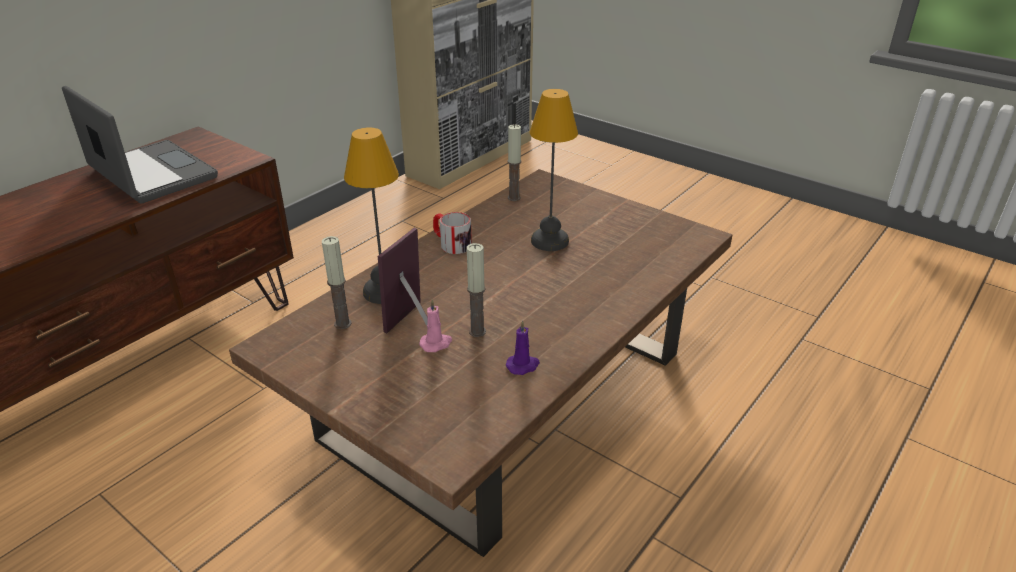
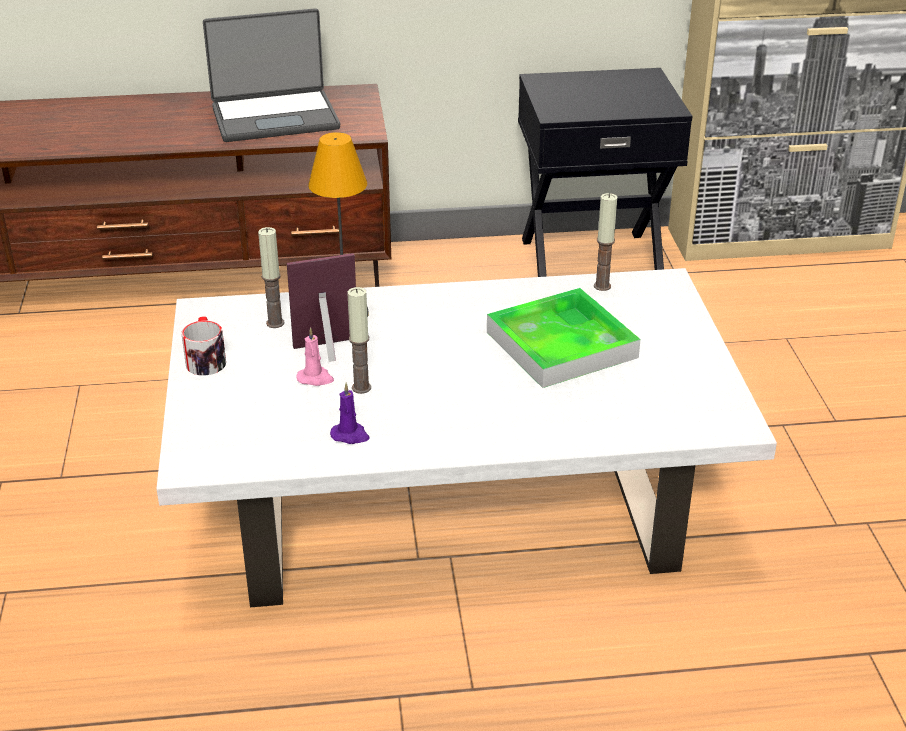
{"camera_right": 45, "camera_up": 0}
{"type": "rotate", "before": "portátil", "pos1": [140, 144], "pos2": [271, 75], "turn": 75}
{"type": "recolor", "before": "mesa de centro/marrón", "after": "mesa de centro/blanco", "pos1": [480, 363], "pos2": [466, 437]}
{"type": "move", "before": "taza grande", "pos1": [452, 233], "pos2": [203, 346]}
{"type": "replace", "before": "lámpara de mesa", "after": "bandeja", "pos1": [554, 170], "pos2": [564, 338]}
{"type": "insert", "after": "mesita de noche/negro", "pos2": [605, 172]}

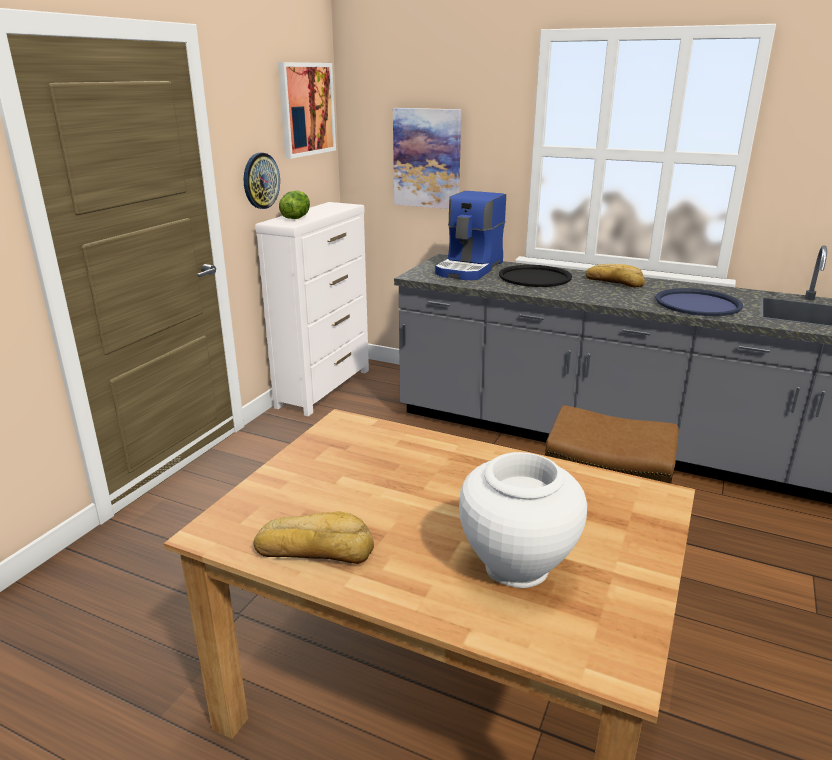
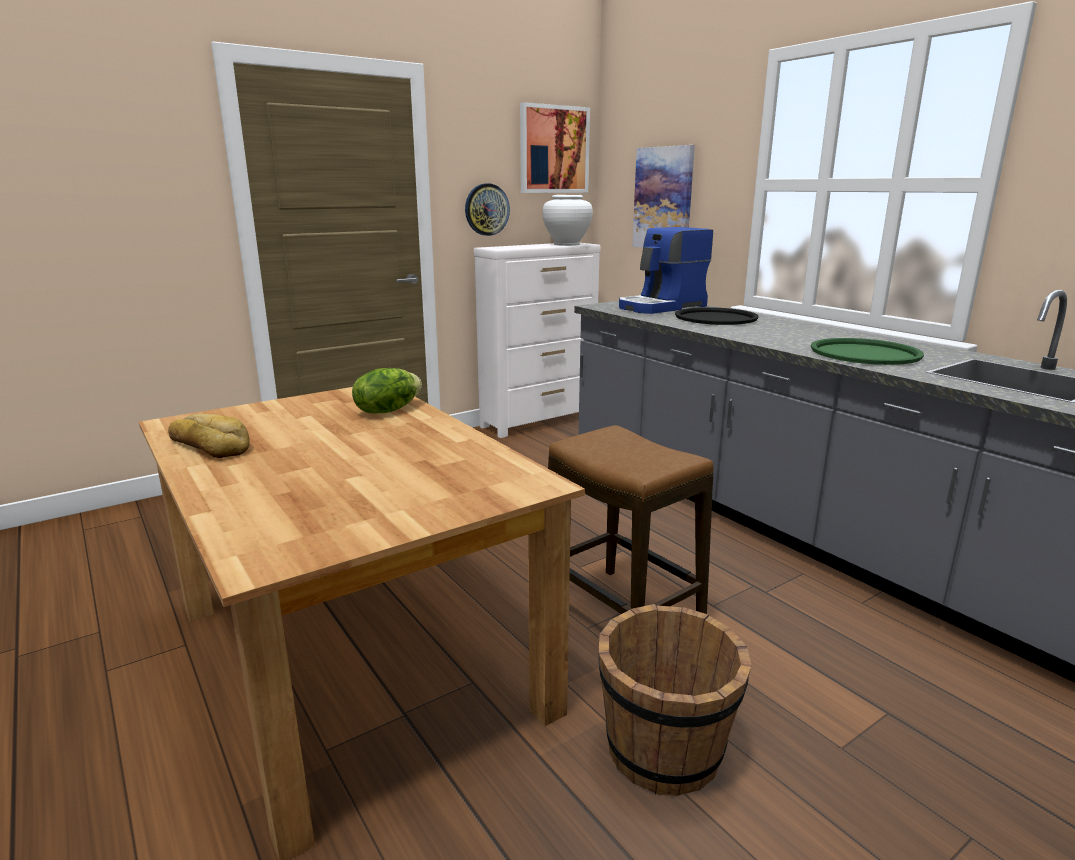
{"camera_right": 30, "camera_up": -5}
{"type": "move", "before": "lechuga", "pos1": [294, 205], "pos2": [387, 391]}
{"type": "move", "before": "florero/blanco", "pos1": [523, 520], "pos2": [567, 220]}
{"type": "delete", "before": "pan", "pos1": [615, 276]}
{"type": "recolor", "before": "bandeja/azul", "after": "bandeja/verde", "pos1": [699, 302], "pos2": [867, 351]}
{"type": "insert", "after": "cubo/marrón", "pos2": [675, 700]}

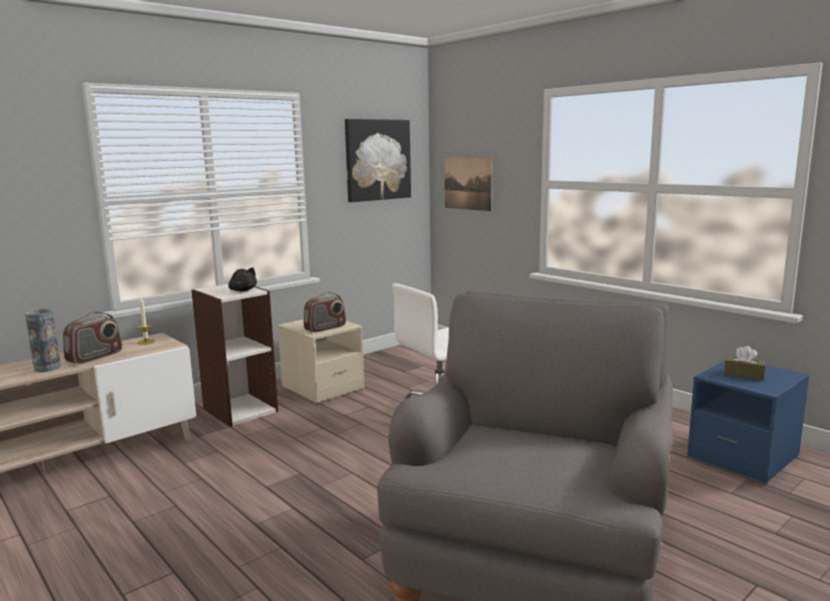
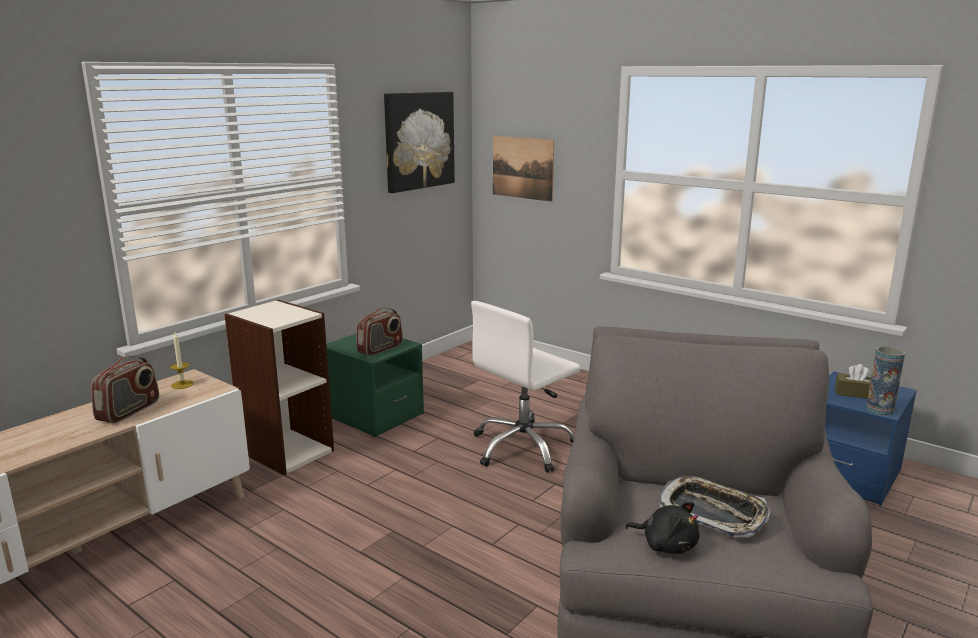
{"camera_right": -10, "camera_up": 5}
{"type": "move", "before": "florero", "pos1": [43, 340], "pos2": [885, 381]}
{"type": "move", "before": "peluche/negro", "pos1": [242, 279], "pos2": [662, 528]}
{"type": "recolor", "before": "mesita de noche/beis", "after": "mesita de noche/verde", "pos1": [321, 361], "pos2": [375, 385]}
{"type": "insert", "after": "bandeja", "pos2": [715, 506]}

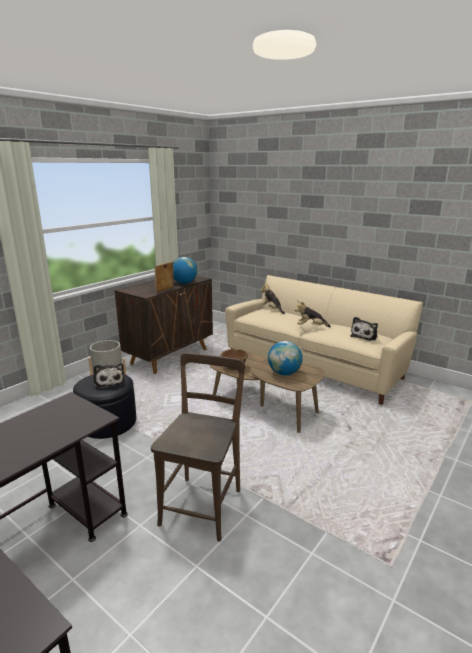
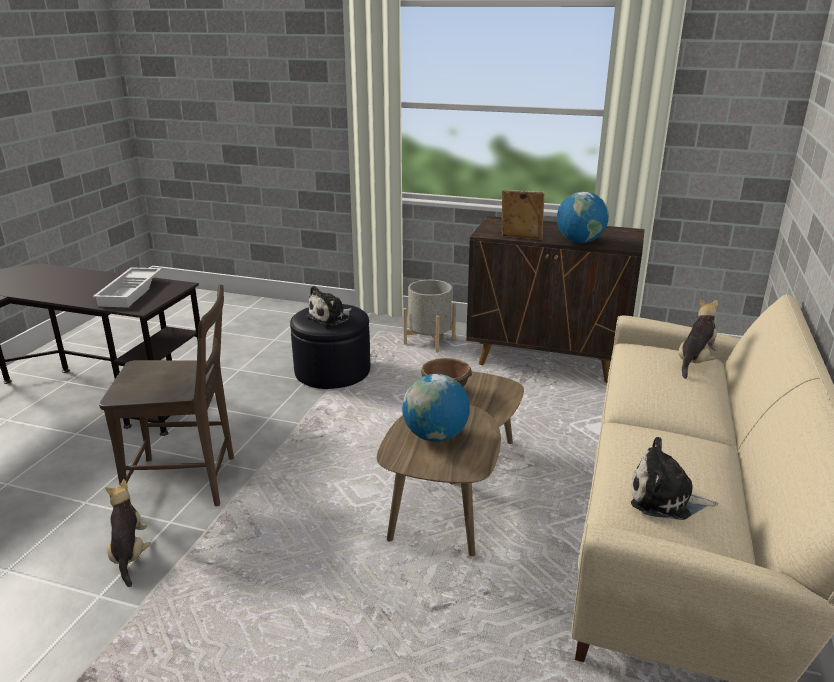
{"camera_right": 70, "camera_up": 5}
{"type": "move", "before": "peluche", "pos1": [313, 313], "pos2": [128, 533]}
{"type": "insert", "after": "bandeja/blanco", "pos2": [127, 287]}

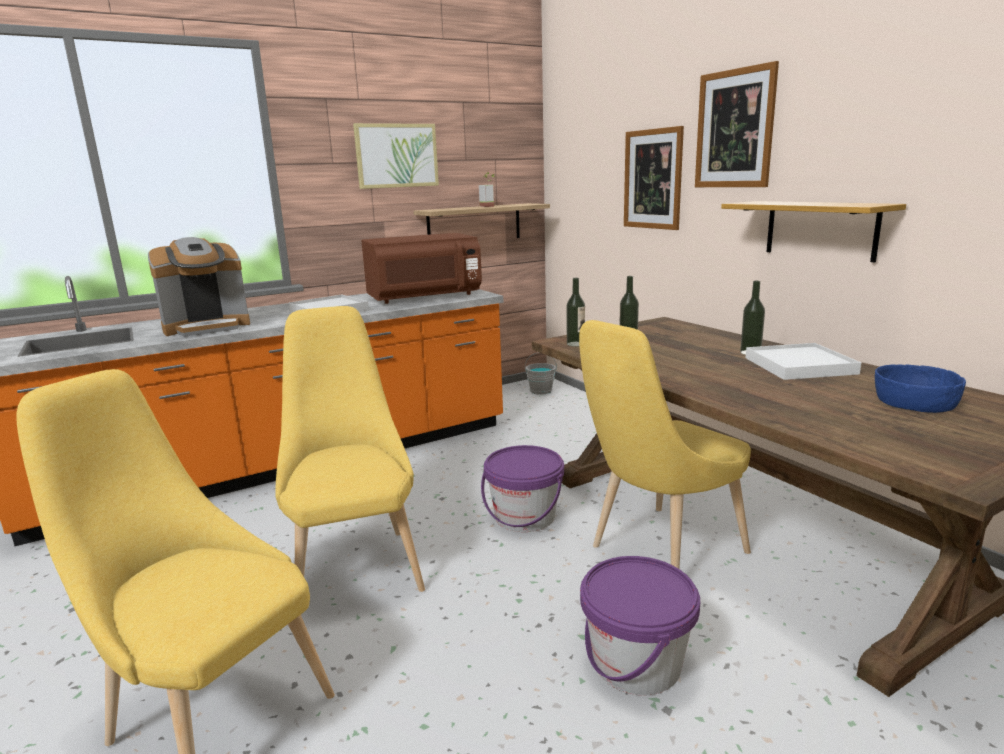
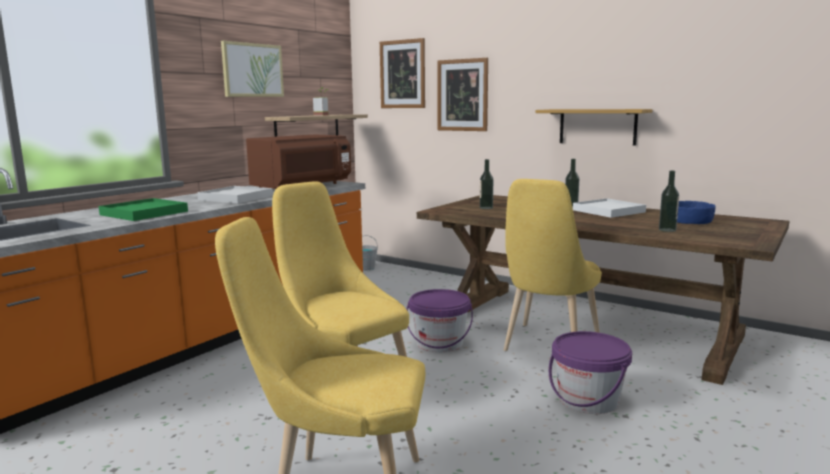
{"camera_right": -25, "camera_up": -5}
{"type": "replace", "before": "cafetera", "after": "bandeja/verde", "pos1": [199, 287], "pos2": [143, 209]}
{"type": "move", "before": "botella", "pos1": [576, 312], "pos2": [669, 201]}
{"type": "move", "before": "cuadro", "pos1": [737, 124], "pos2": [402, 73]}

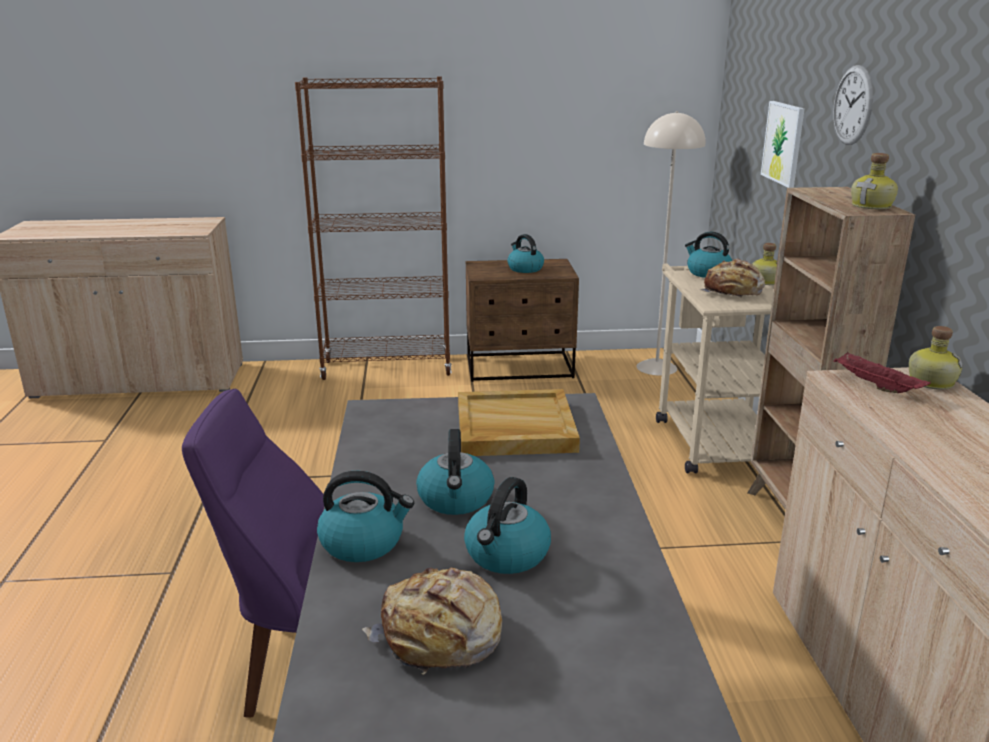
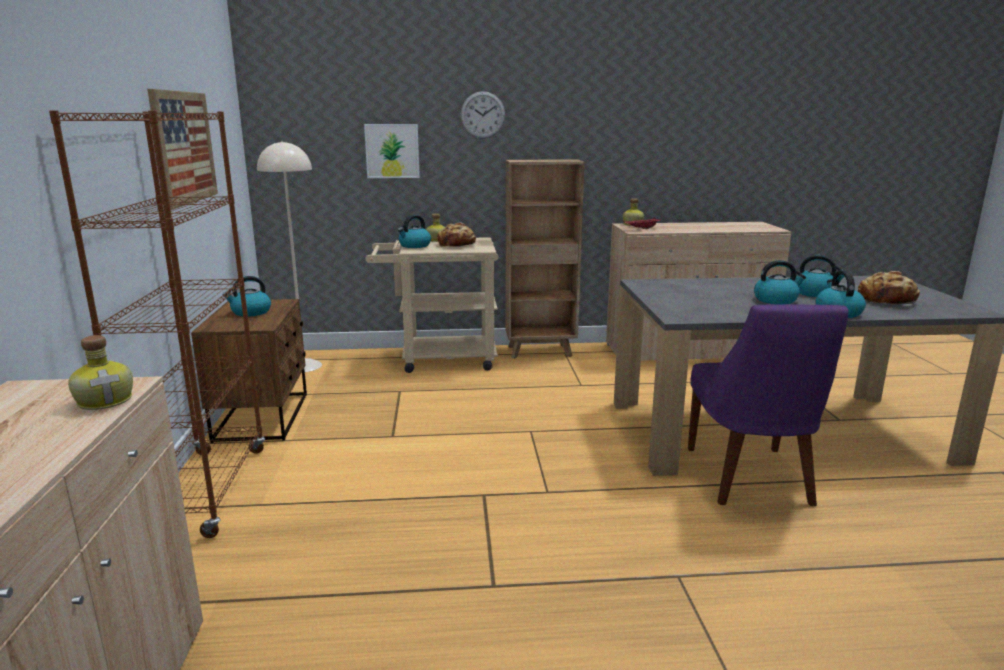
{"camera_right": -90, "camera_up": -5}
{"type": "delete", "before": "bandeja/beis", "pos1": [519, 422]}
{"type": "move", "before": "botella", "pos1": [874, 181], "pos2": [100, 372]}
{"type": "insert", "after": "cuadro", "pos2": [182, 149]}

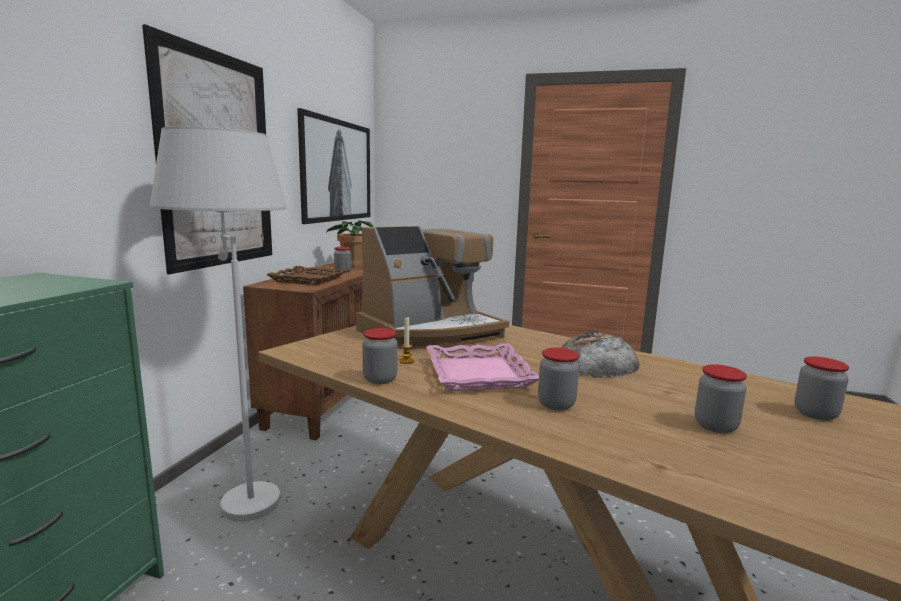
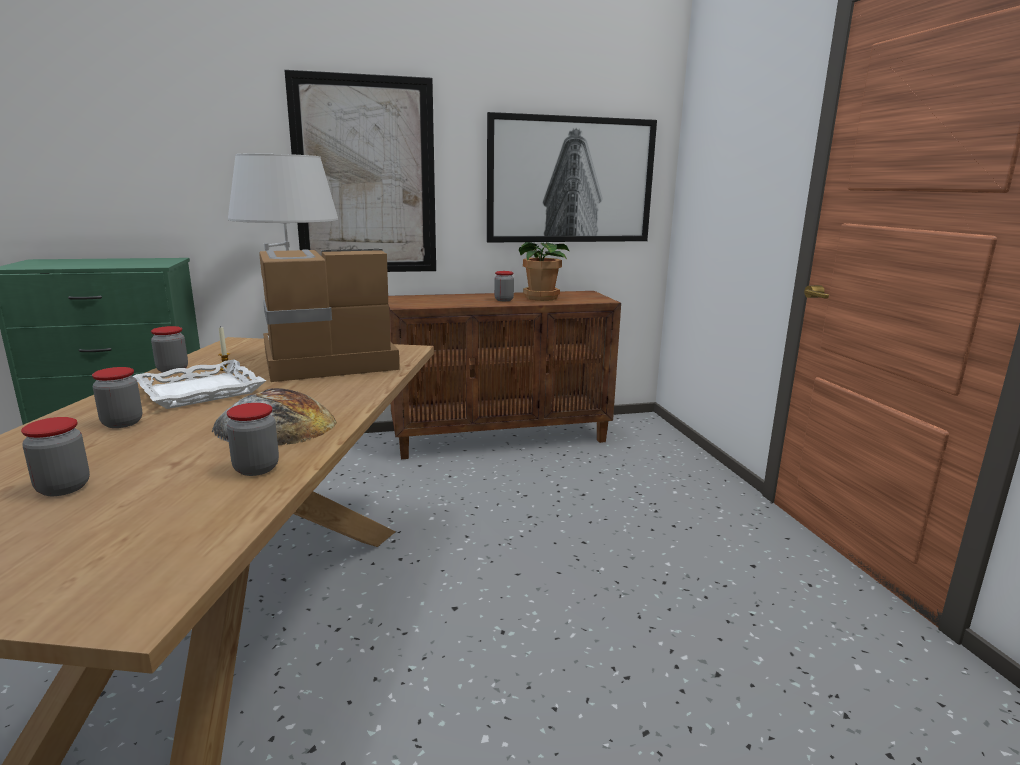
{"camera_right": 60, "camera_up": 5}
{"type": "delete", "before": "bandeja/marrón", "pos1": [306, 275]}
{"type": "rotate", "before": "cafetera", "pos1": [432, 287], "pos2": [329, 315], "turn": 135}
{"type": "recolor", "before": "bandeja/rosa", "after": "bandeja/blanco", "pos1": [482, 367], "pos2": [199, 384]}
{"type": "move", "before": "tarro", "pos1": [821, 388], "pos2": [253, 439]}

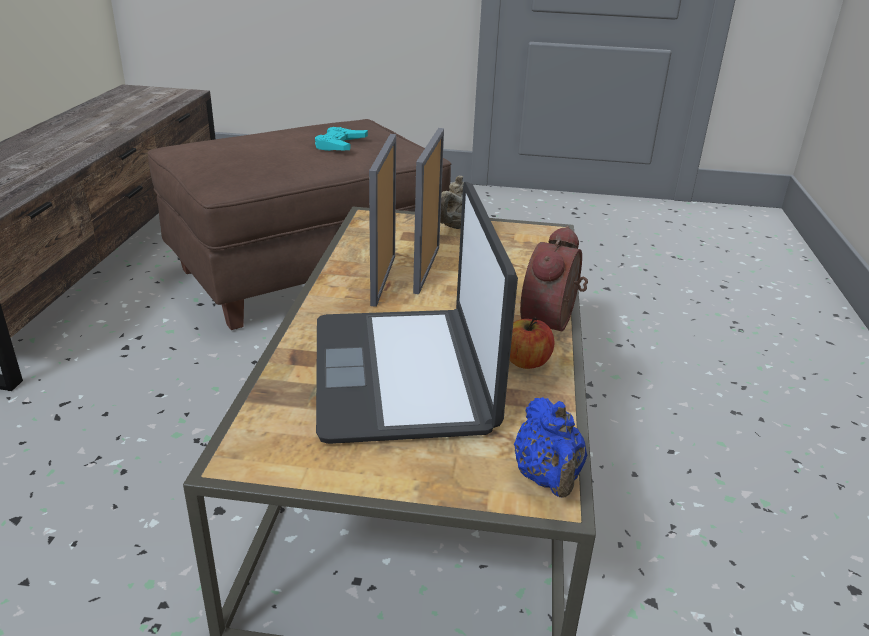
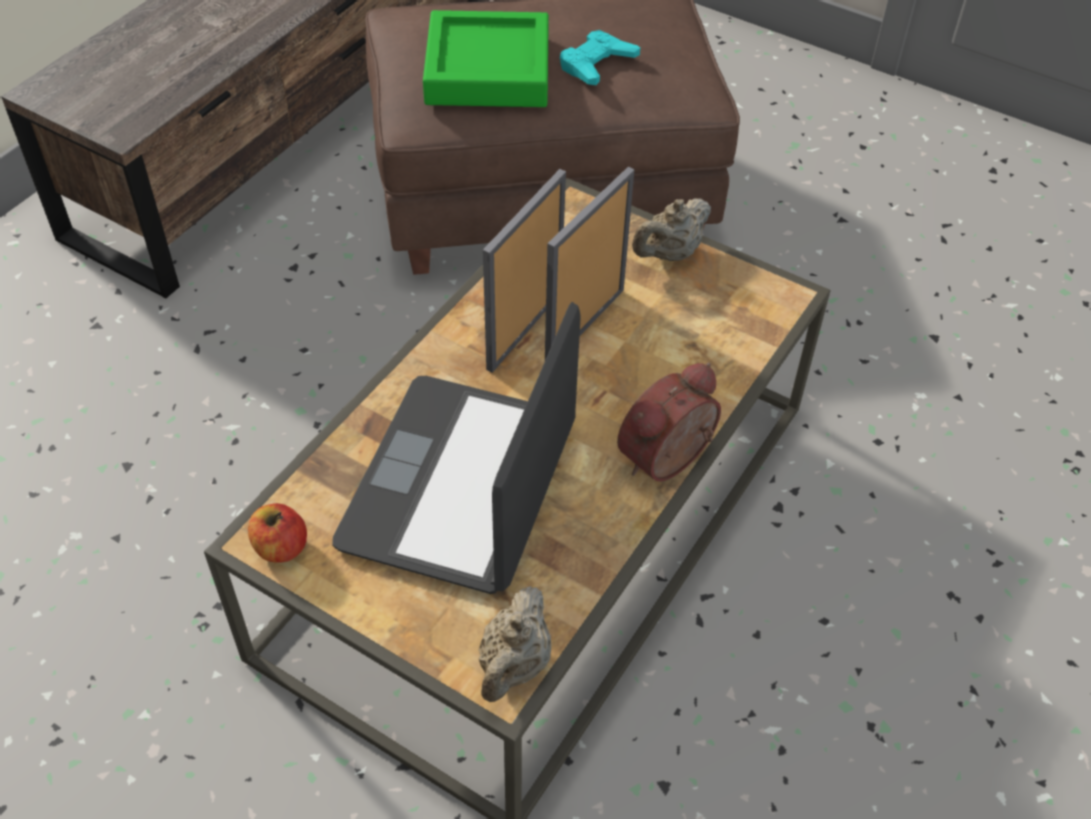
{"camera_right": 25, "camera_up": 20}
{"type": "move", "before": "manzana", "pos1": [532, 343], "pos2": [277, 533]}
{"type": "recolor", "before": "tetera/azul", "after": "tetera/beis", "pos1": [550, 447], "pos2": [515, 644]}
{"type": "insert", "after": "bandeja/verde", "pos2": [486, 58]}

